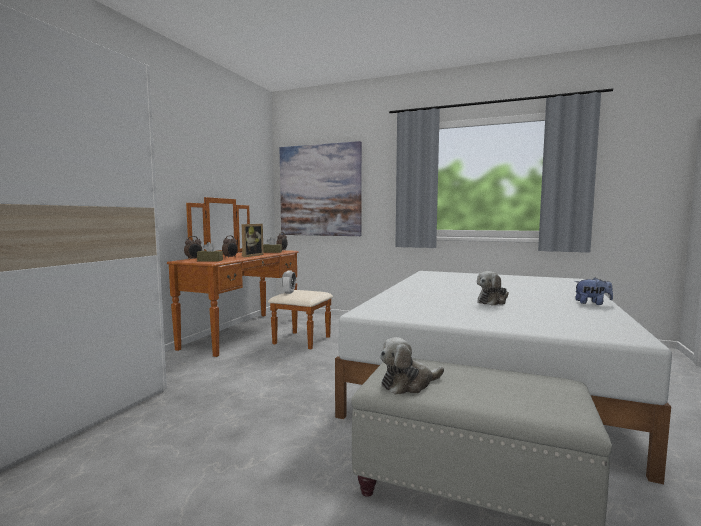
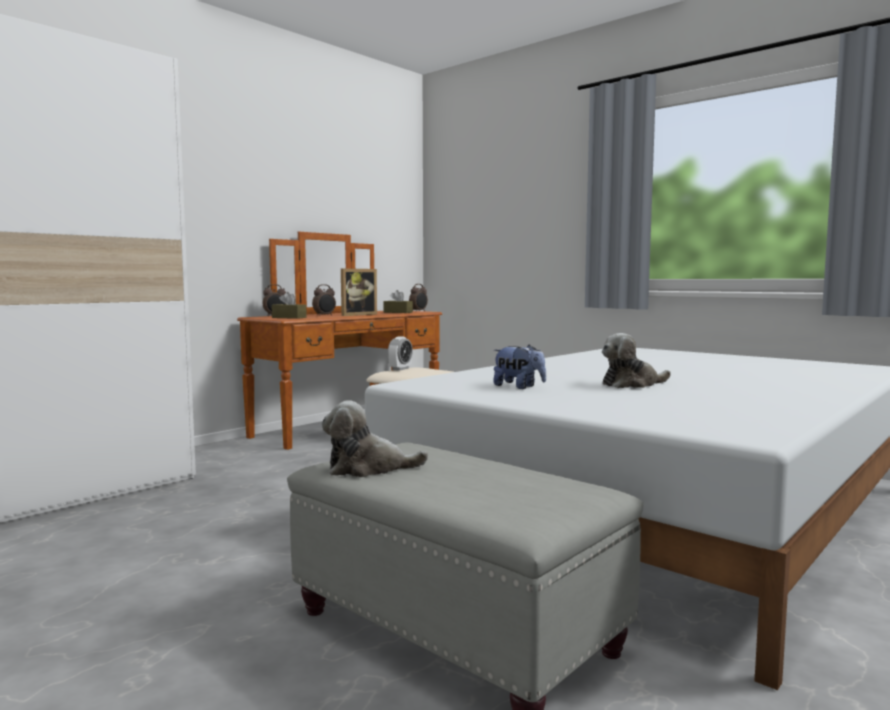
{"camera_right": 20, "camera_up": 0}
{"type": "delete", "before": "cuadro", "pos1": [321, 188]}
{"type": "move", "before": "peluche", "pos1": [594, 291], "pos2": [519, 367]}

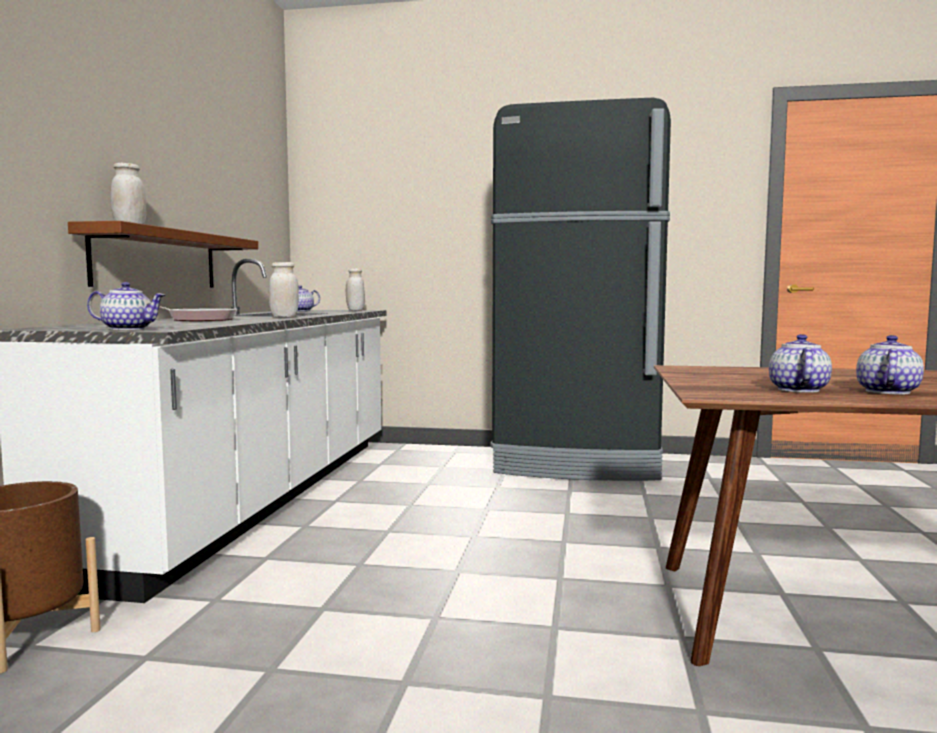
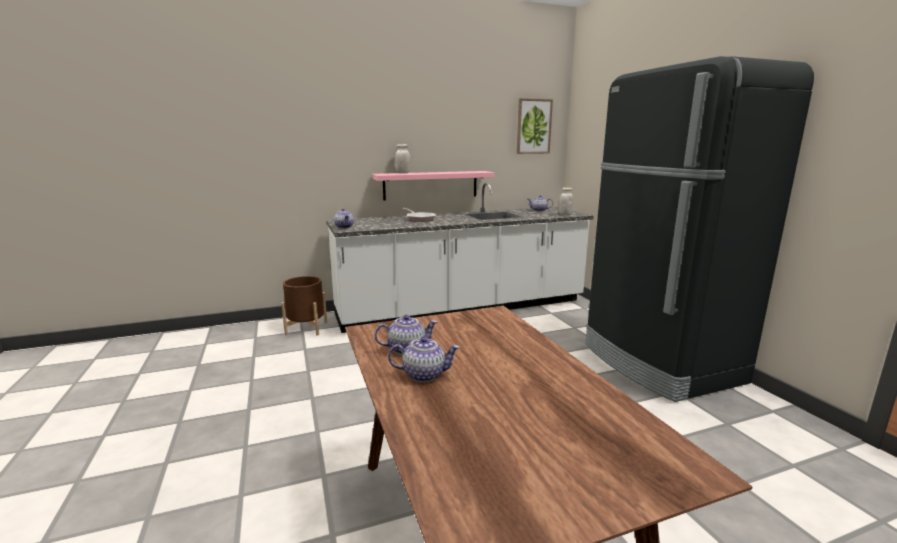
{"camera_right": 60, "camera_up": 10}
{"type": "recolor", "before": "estante/marrón", "after": "estante/rosa", "pos1": [163, 254], "pos2": [433, 186]}
{"type": "delete", "before": "tarro/blanco", "pos1": [284, 290]}
{"type": "insert", "after": "cuadro", "pos2": [535, 126]}

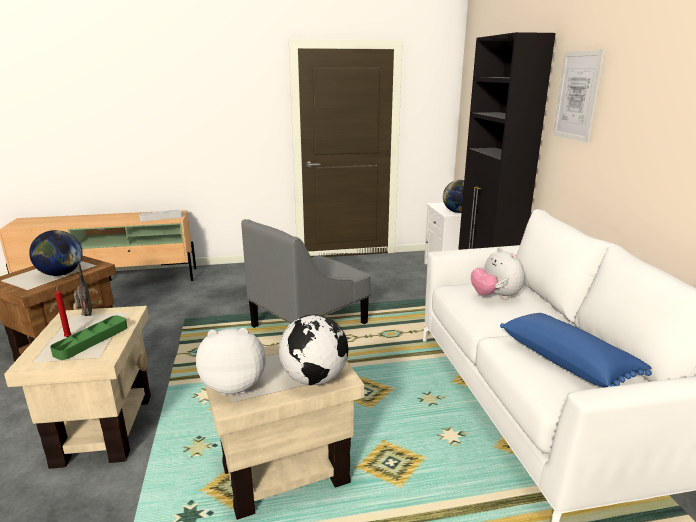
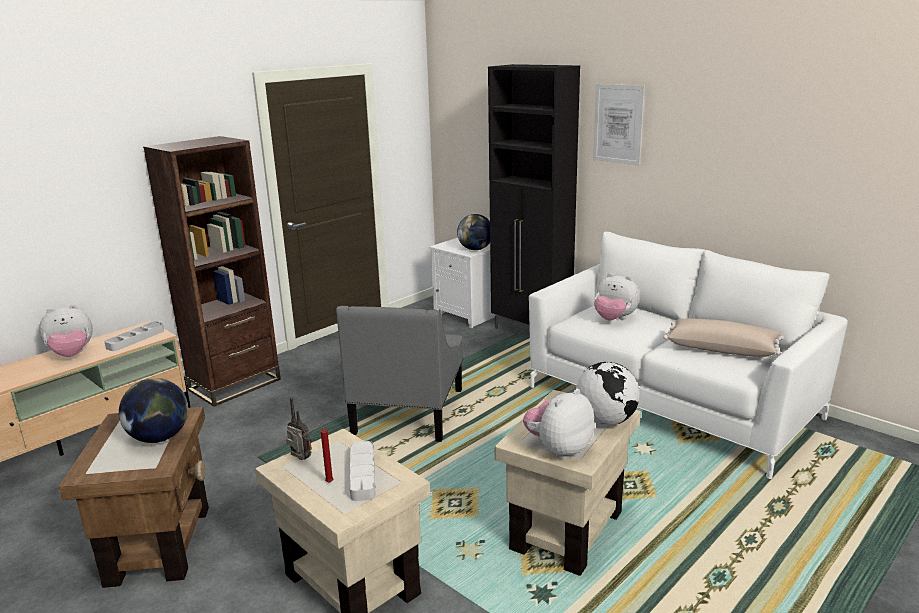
{"camera_right": -35, "camera_up": 0}
{"type": "recolor", "before": "bandeja/verde", "after": "bandeja/gris", "pos1": [88, 337], "pos2": [362, 471]}
{"type": "recolor", "before": "cojín/azul", "after": "cojín/beis", "pos1": [576, 350], "pos2": [723, 337]}
{"type": "insert", "after": "peluche", "pos2": [66, 331]}
{"type": "insert", "after": "estantería/marrón", "pos2": [212, 271]}

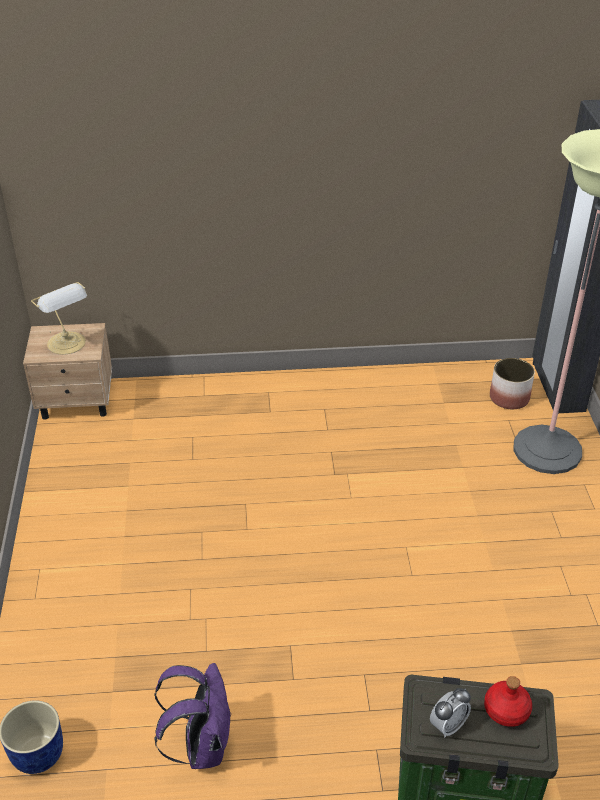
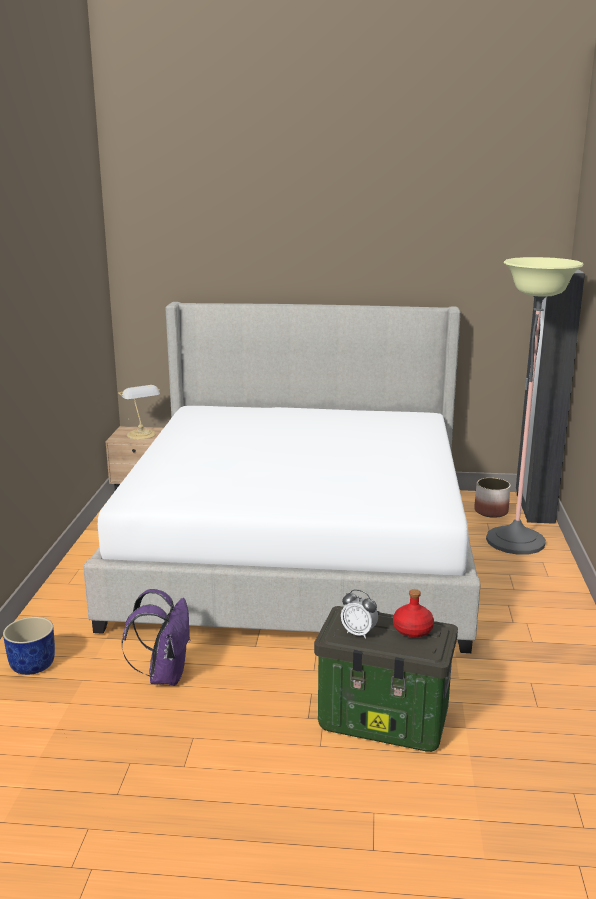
{"camera_right": 10, "camera_up": -20}
{"type": "rotate", "before": "despertador", "pos1": [450, 712], "pos2": [359, 614], "turn": 60}
{"type": "insert", "after": "cama", "pos2": [282, 477]}

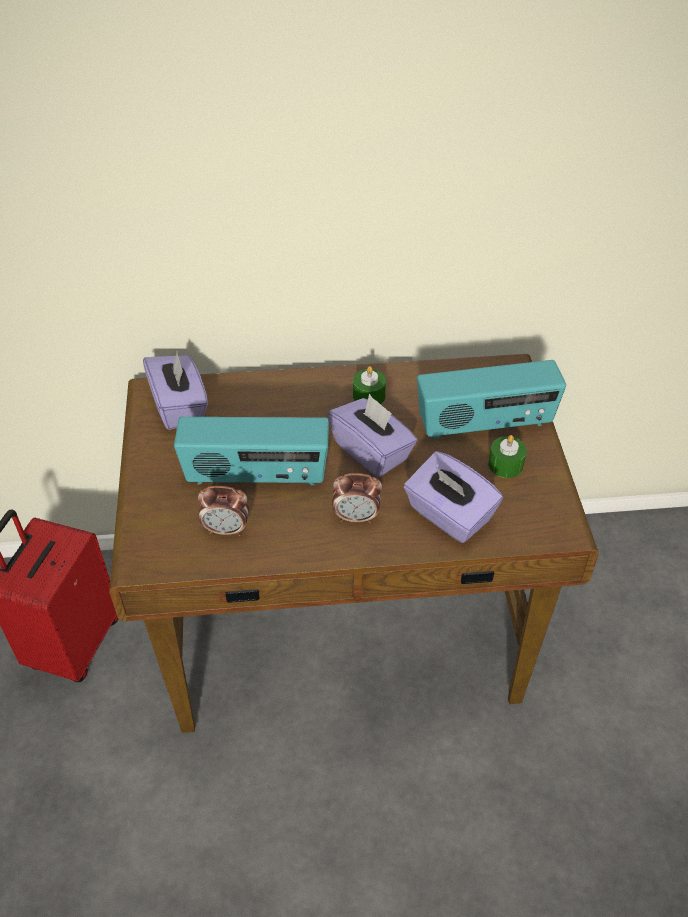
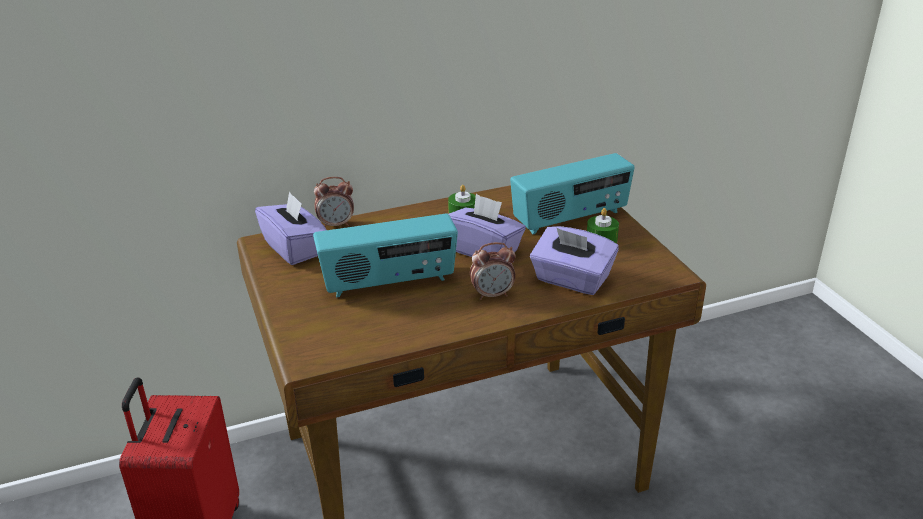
{"camera_right": -15, "camera_up": -15}
{"type": "move", "before": "despertador", "pos1": [223, 510], "pos2": [334, 202]}

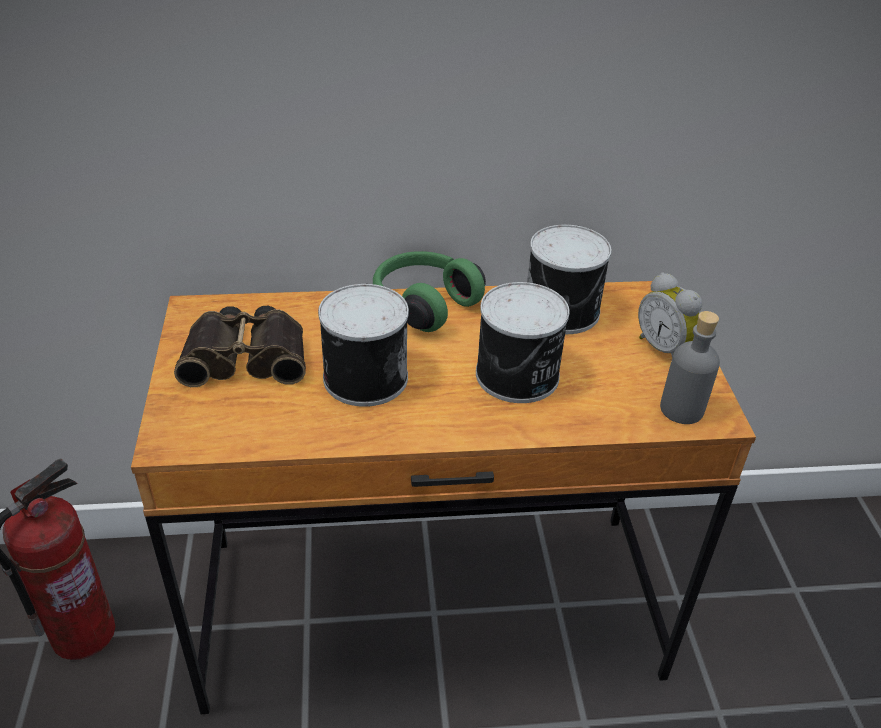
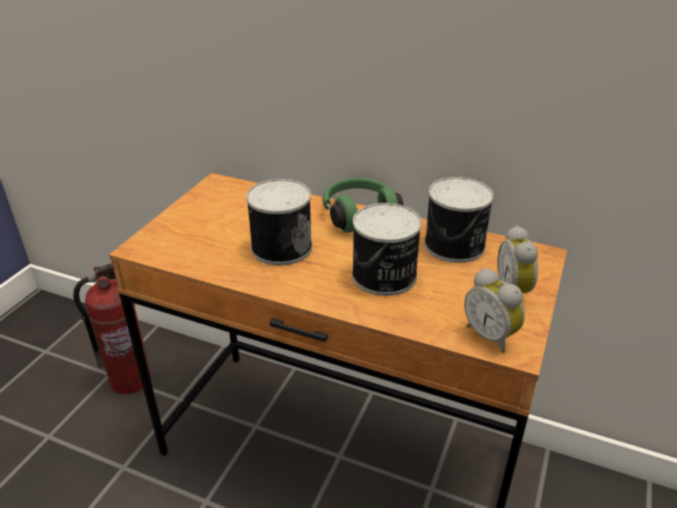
{"camera_right": 30, "camera_up": -5}
{"type": "delete", "before": "prismáticos", "pos1": [240, 346]}
{"type": "replace", "before": "botella/gris", "after": "despertador", "pos1": [690, 367], "pos2": [494, 310]}

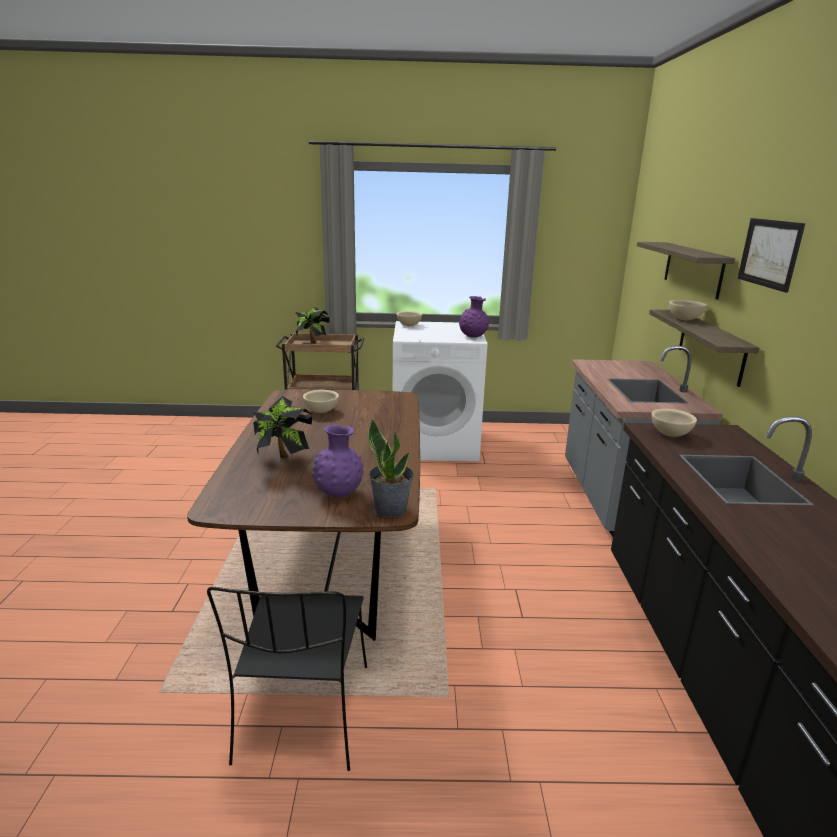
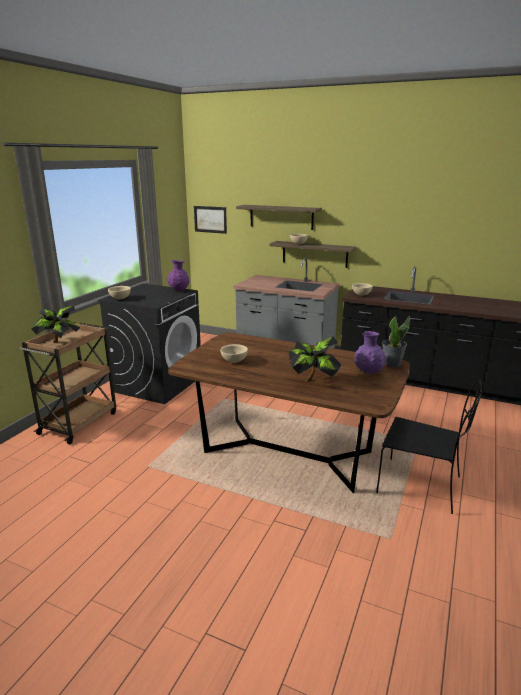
{"camera_right": -65, "camera_up": 0}
{"type": "recolor", "before": "lavadora/blanco", "after": "lavadora/negro", "pos1": [440, 391], "pos2": [149, 344]}
{"type": "move", "before": "cuadro", "pos1": [771, 255], "pos2": [210, 220]}

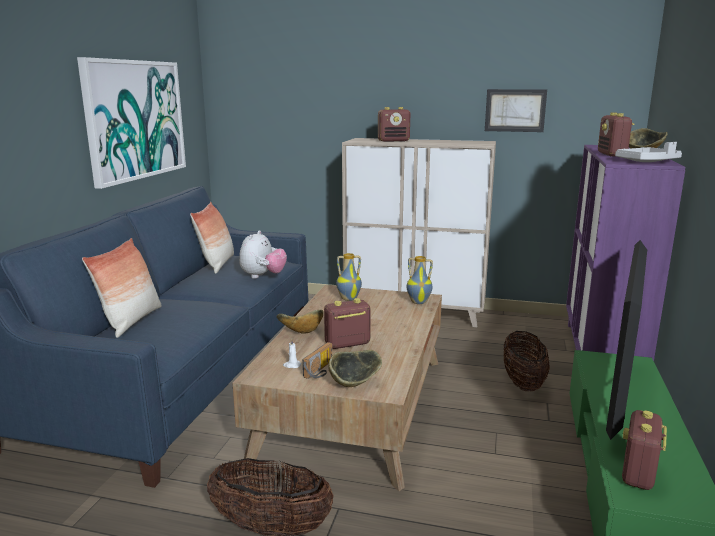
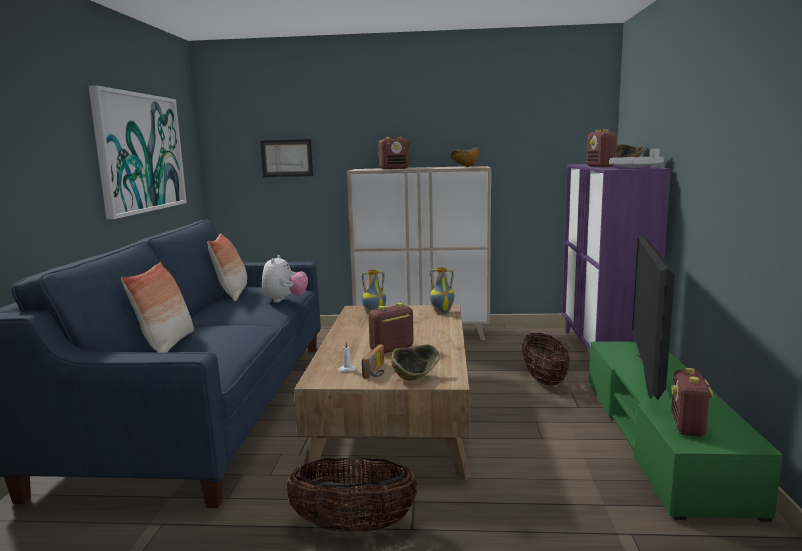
{"camera_right": -10, "camera_up": -5}
{"type": "move", "before": "cuenco", "pos1": [300, 322], "pos2": [465, 157]}
{"type": "move", "before": "cuadro", "pos1": [516, 110], "pos2": [286, 158]}

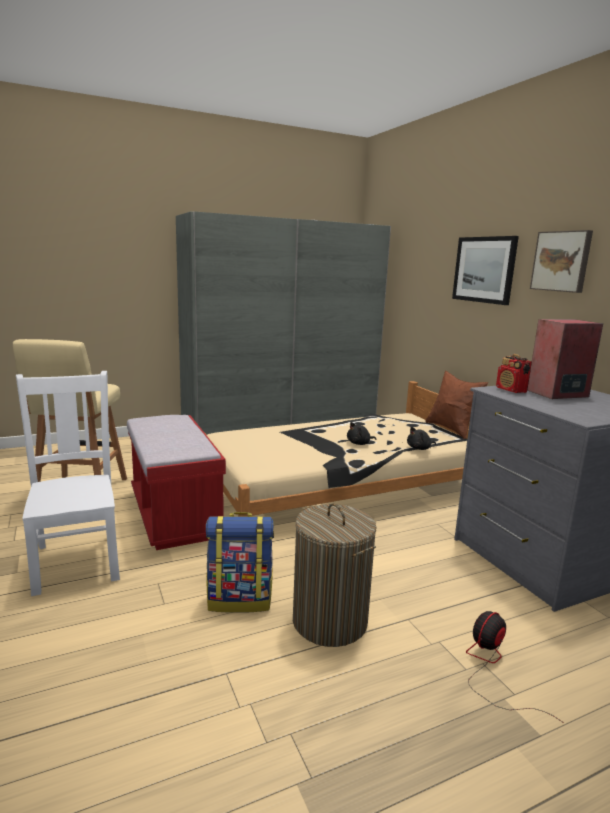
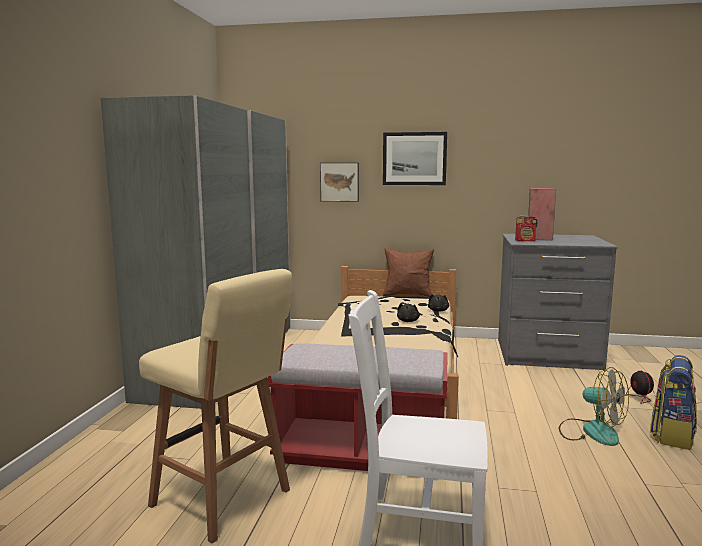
{"camera_right": -55, "camera_up": -5}
{"type": "move", "before": "mochila", "pos1": [240, 562], "pos2": [673, 402]}
{"type": "replace", "before": "cesto de la ropa", "after": "ventilador", "pos1": [335, 575], "pos2": [594, 406]}
{"type": "move", "before": "cuadro", "pos1": [561, 261], "pos2": [339, 182]}

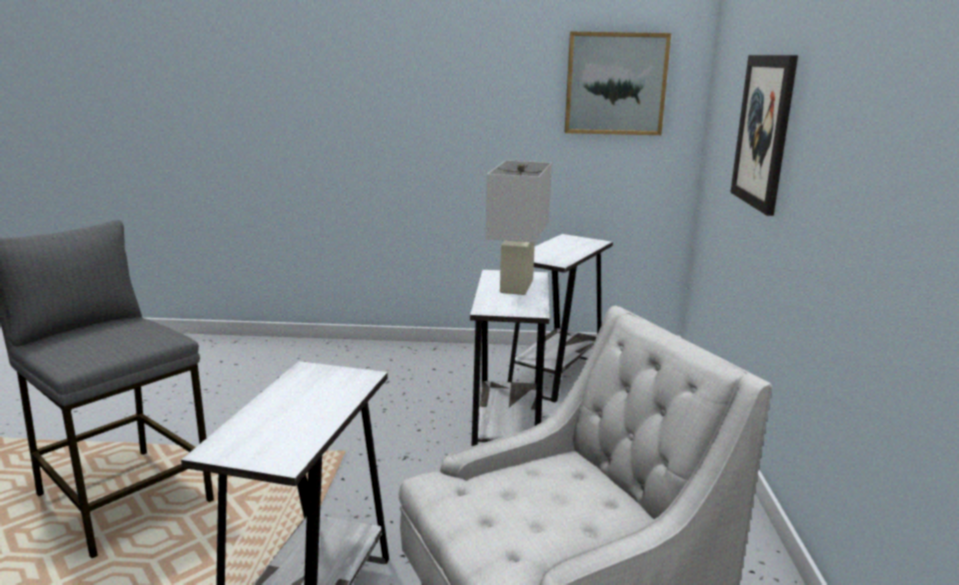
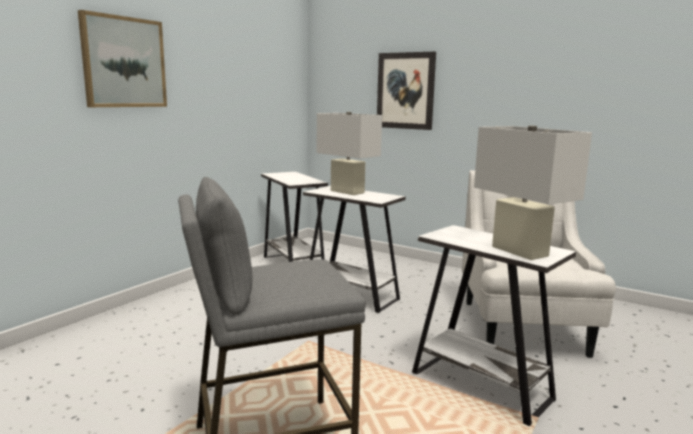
{"camera_right": -60, "camera_up": -5}
{"type": "move", "before": "cuadro", "pos1": [618, 83], "pos2": [122, 58]}
{"type": "insert", "after": "lámpara de mesa/blanco", "pos2": [533, 193]}

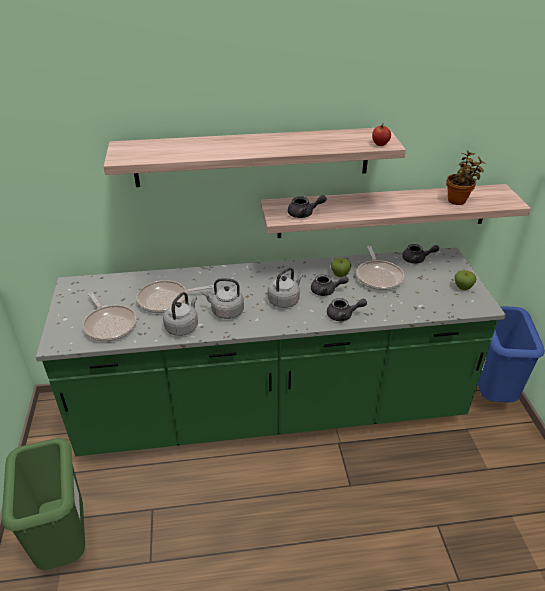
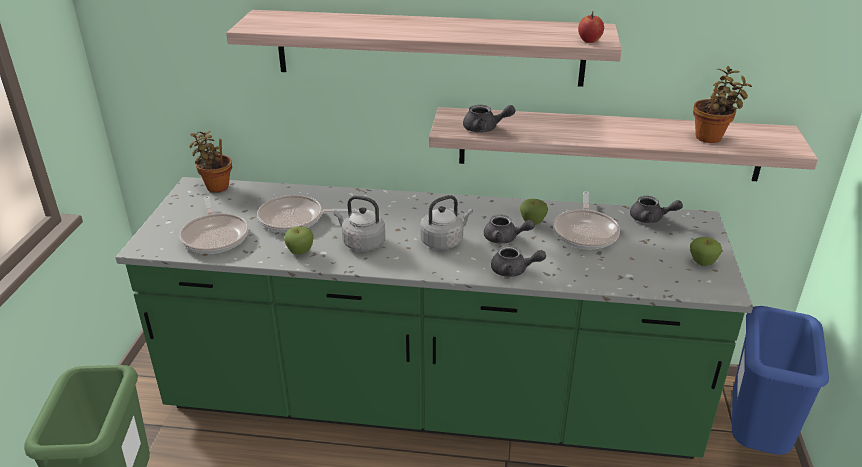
{"camera_right": 15, "camera_up": -5}
{"type": "replace", "before": "hervidor/gris", "after": "manzana", "pos1": [180, 314], "pos2": [299, 241]}
{"type": "insert", "after": "planta en maceta", "pos2": [210, 162]}

